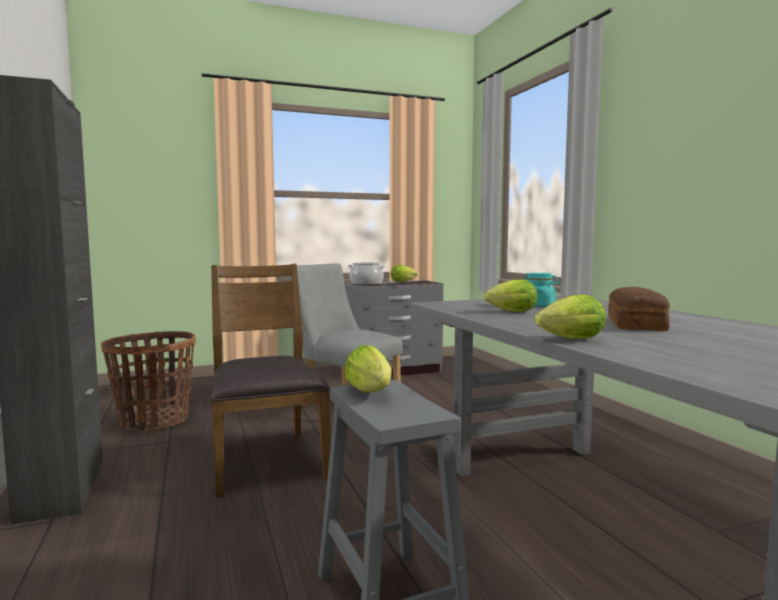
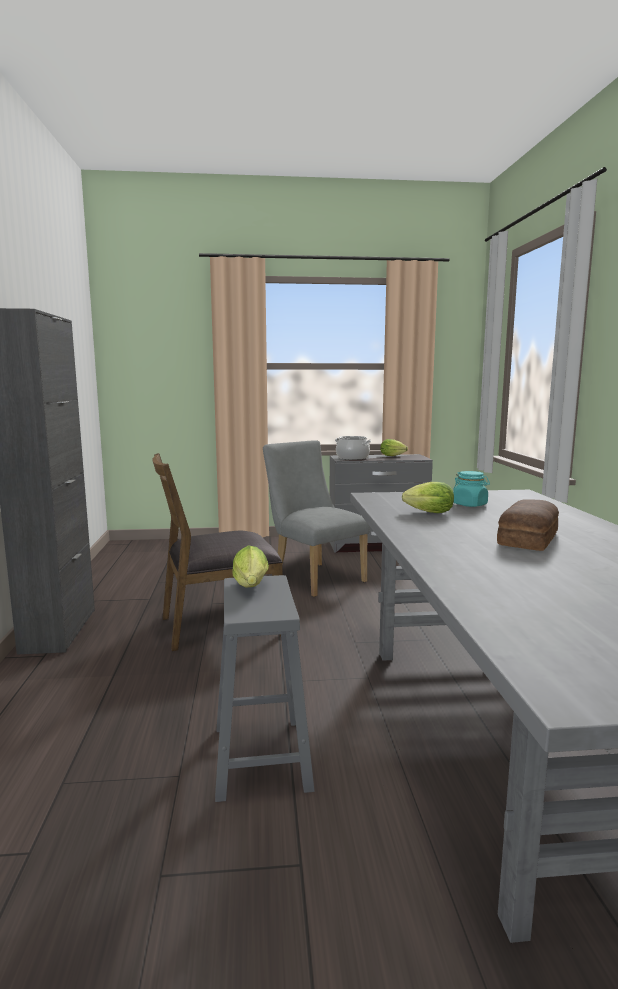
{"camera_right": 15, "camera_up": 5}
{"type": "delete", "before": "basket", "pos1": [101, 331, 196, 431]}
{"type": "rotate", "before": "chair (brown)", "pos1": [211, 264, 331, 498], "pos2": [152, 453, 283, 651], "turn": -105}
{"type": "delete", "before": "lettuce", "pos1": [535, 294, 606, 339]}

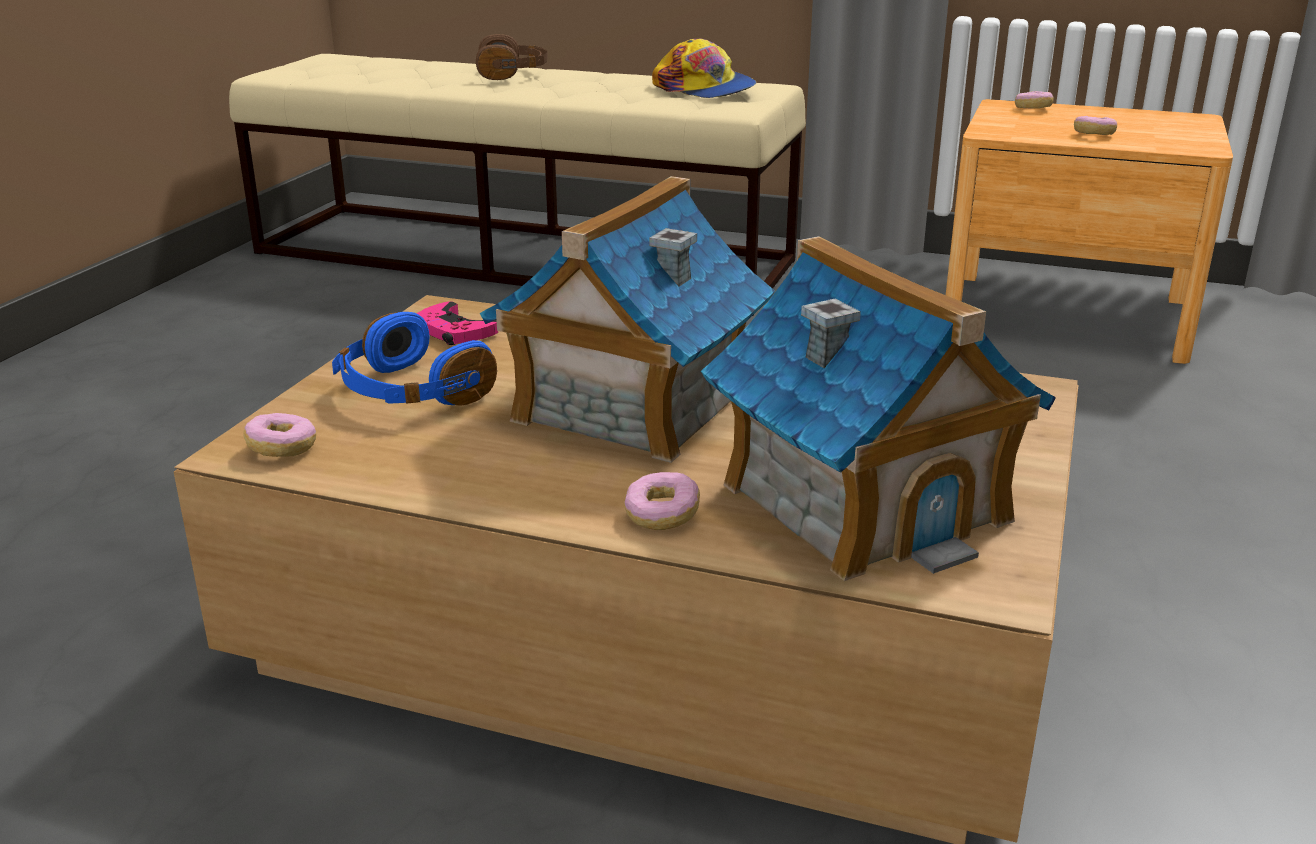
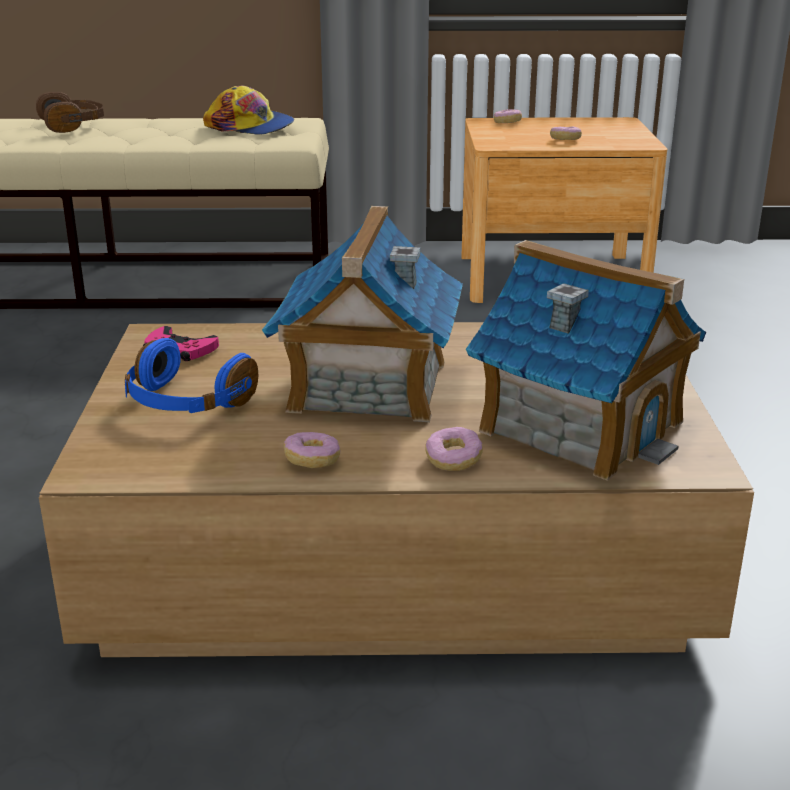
{"camera_right": -20, "camera_up": 0}
{"type": "move", "before": "donut", "pos1": [243, 413, 316, 457], "pos2": [284, 432, 341, 468]}

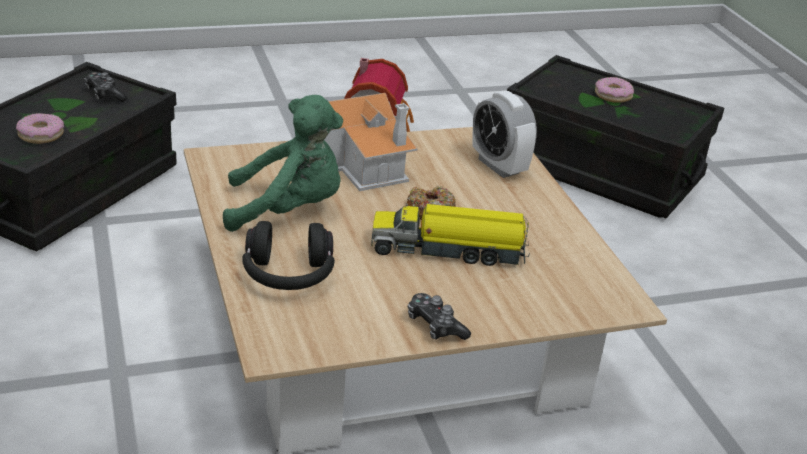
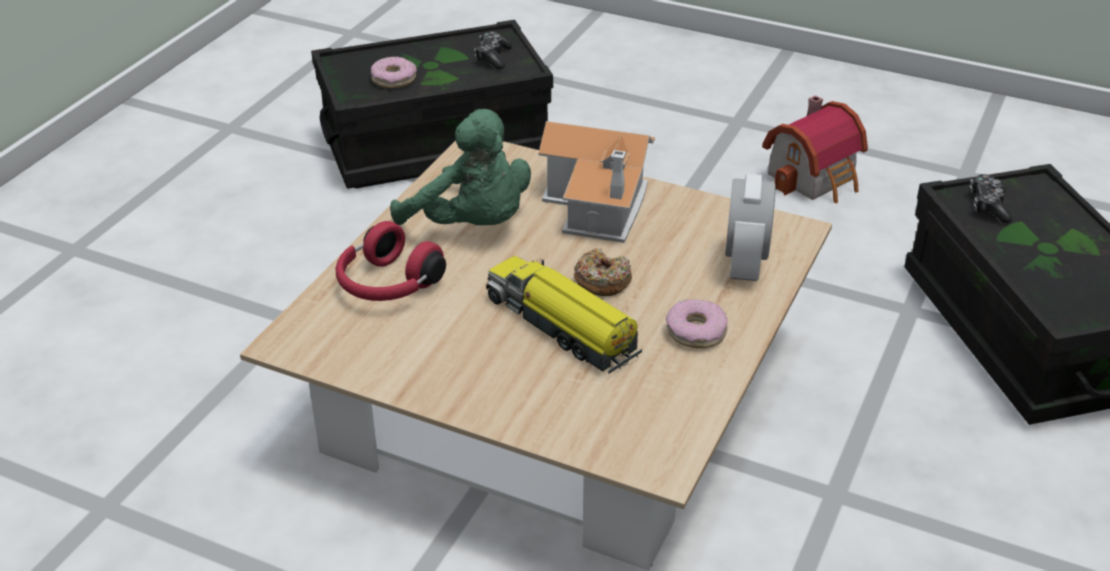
{"camera_right": 45, "camera_up": 5}
{"type": "recolor", "before": "headphones (black)", "after": "headphones (red)", "pos1": [242, 221, 335, 290], "pos2": [336, 221, 446, 301]}
{"type": "move", "before": "game controller", "pos1": [408, 293, 471, 340], "pos2": [970, 174, 1013, 223]}
{"type": "move", "before": "donut", "pos1": [595, 77, 634, 103], "pos2": [666, 299, 728, 348]}

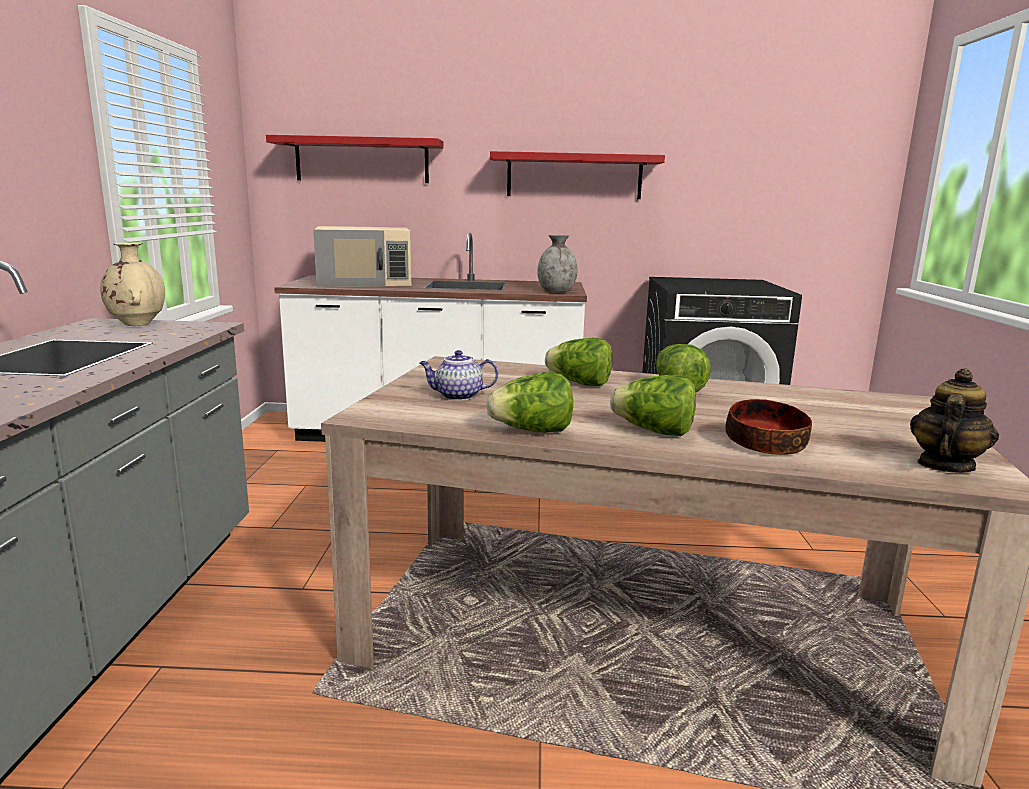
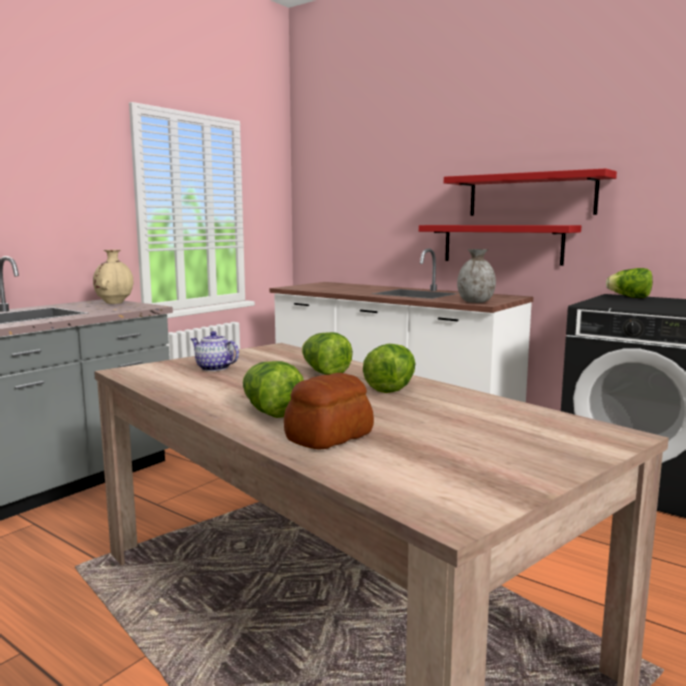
{"camera_right": 35, "camera_up": -5}
{"type": "move", "before": "shelf (red)", "pos1": [266, 135, 443, 183], "pos2": [419, 225, 581, 266]}
{"type": "delete", "before": "microwave (beige)", "pos1": [313, 226, 411, 287]}
{"type": "move", "before": "lettuce", "pos1": [486, 372, 573, 433], "pos2": [606, 268, 653, 298]}
{"type": "replace", "before": "bowl", "after": "bread", "pos1": [725, 399, 812, 455], "pos2": [284, 373, 374, 449]}
{"type": "delete", "before": "teapot", "pos1": [910, 368, 999, 473]}

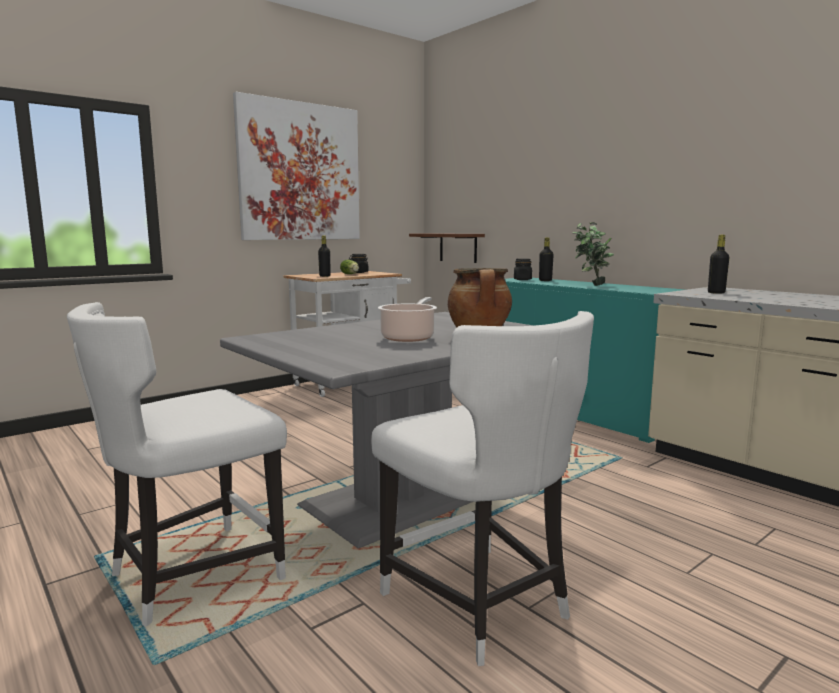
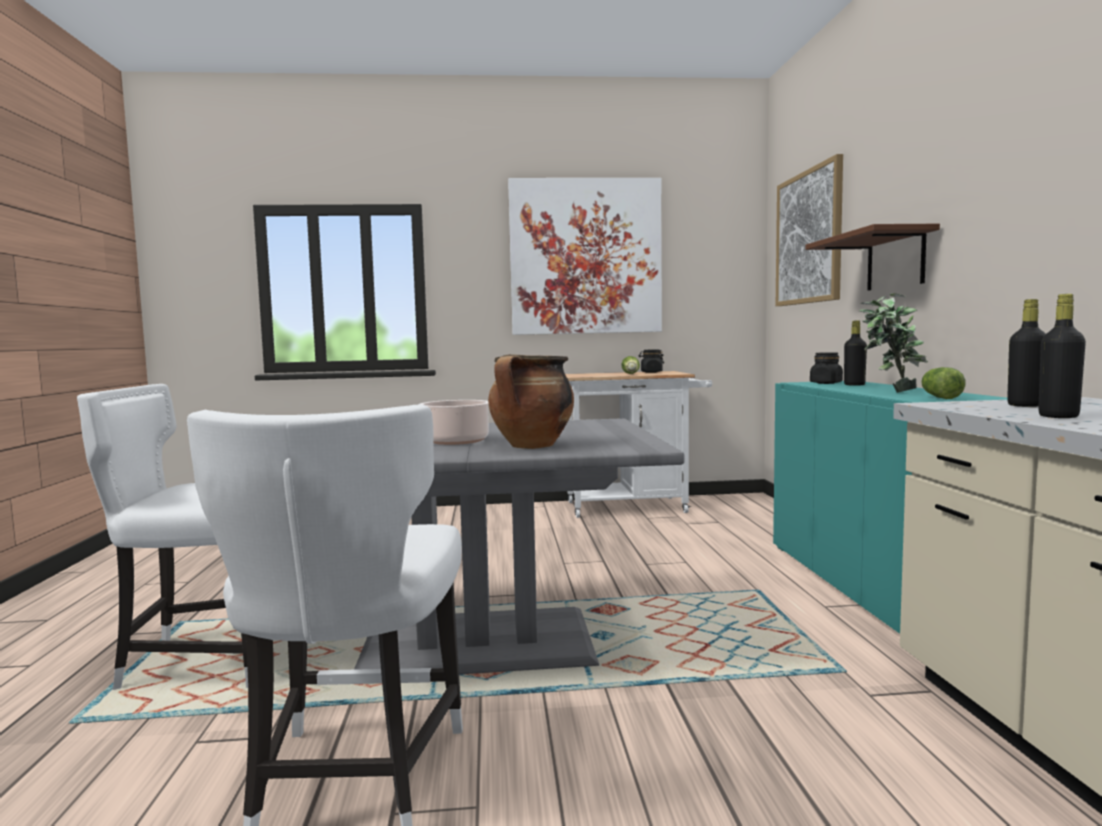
{"camera_right": 35, "camera_up": -5}
{"type": "move", "before": "bottle (black)", "pos1": [318, 235, 331, 277], "pos2": [1038, 294, 1086, 418]}
{"type": "move", "before": "shelf (brown)", "pos1": [409, 233, 485, 263], "pos2": [805, 224, 940, 291]}
{"type": "insert", "after": "picture", "pos2": [776, 154, 843, 306]}
{"type": "insert", "after": "lettuce", "pos2": [921, 367, 965, 399]}

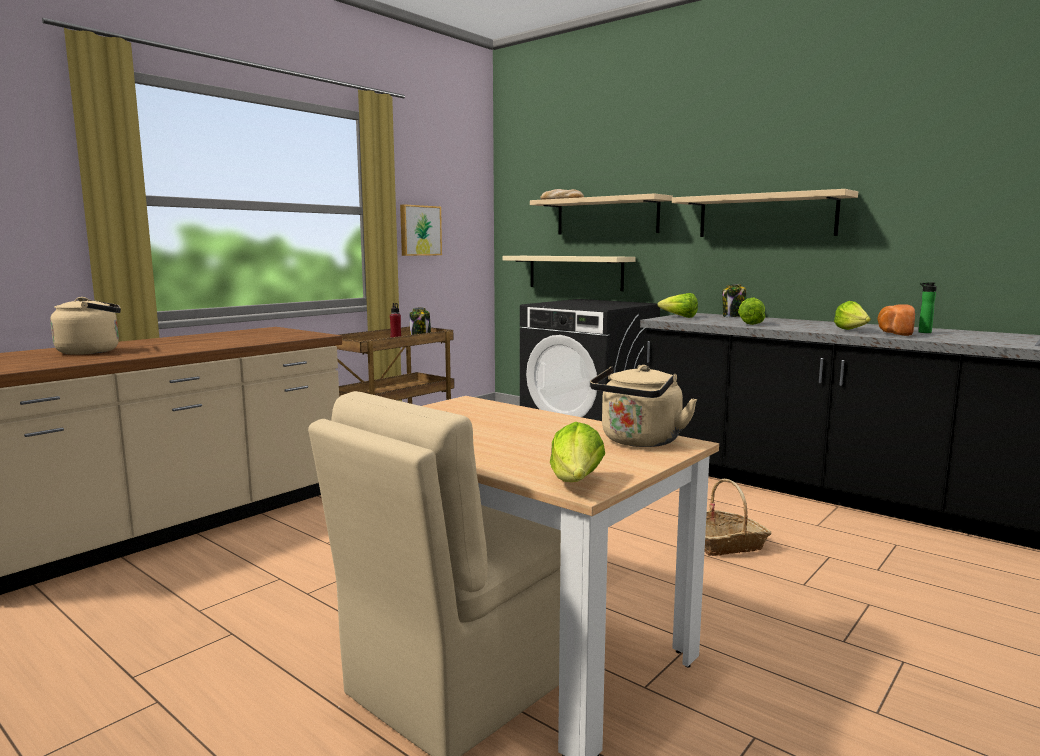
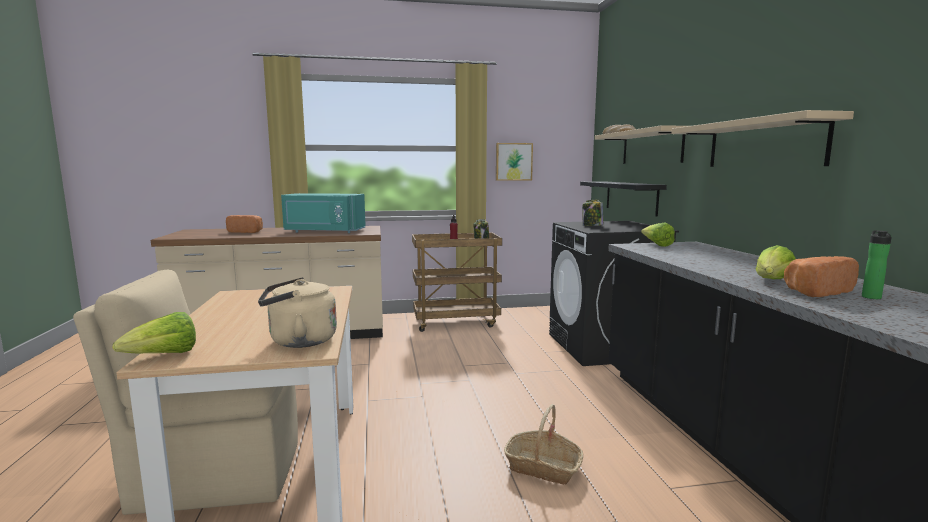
{"camera_right": 40, "camera_up": 0}
{"type": "replace", "before": "kettle (beige)", "after": "bread", "pos1": [50, 297, 121, 355], "pos2": [226, 215, 263, 233]}
{"type": "recolor", "before": "shelf (beige)", "after": "shelf (black)", "pos1": [502, 256, 636, 291], "pos2": [580, 181, 667, 216]}
{"type": "move", "before": "jar", "pos1": [722, 284, 747, 317], "pos2": [582, 200, 603, 226]}
{"type": "delete", "before": "lettuce", "pos1": [738, 298, 765, 325]}
{"type": "insert", "after": "microwave (turquoise)", "pos2": [281, 193, 366, 233]}

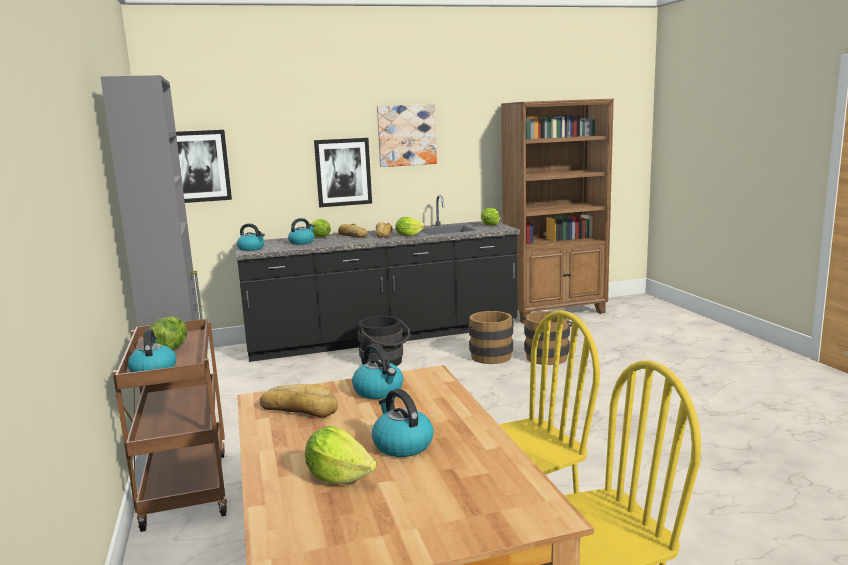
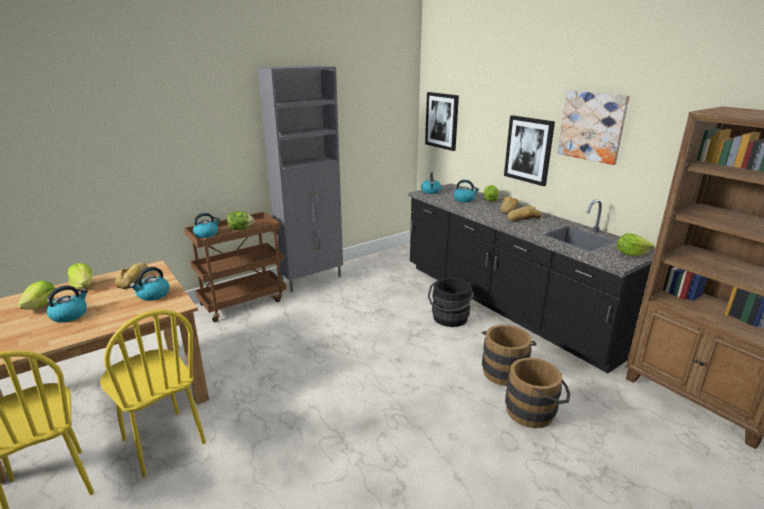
{"camera_right": 70, "camera_up": 10}
{"type": "move", "before": "lettuce", "pos1": [395, 217, 425, 236], "pos2": [68, 263, 93, 289]}

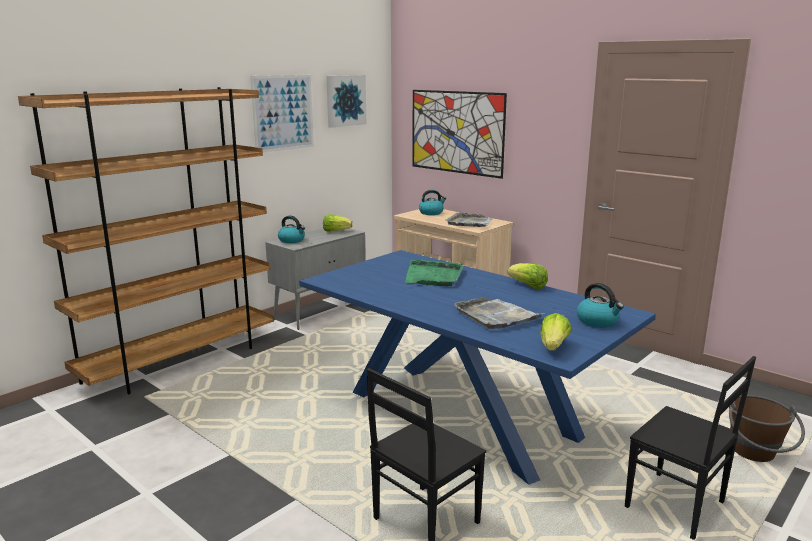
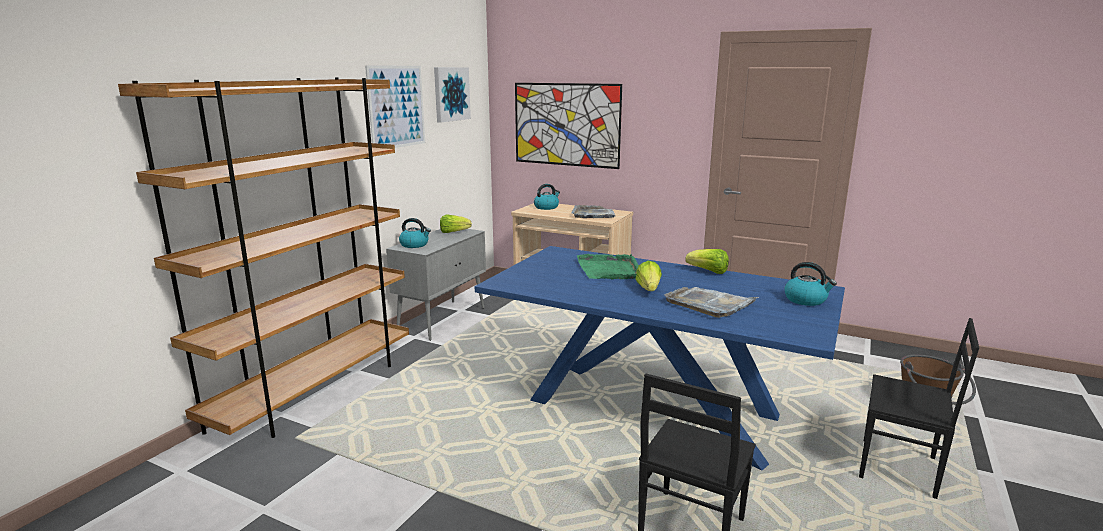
{"camera_right": -15, "camera_up": 0}
{"type": "move", "before": "lettuce", "pos1": [540, 313, 571, 351], "pos2": [636, 261, 662, 291]}

